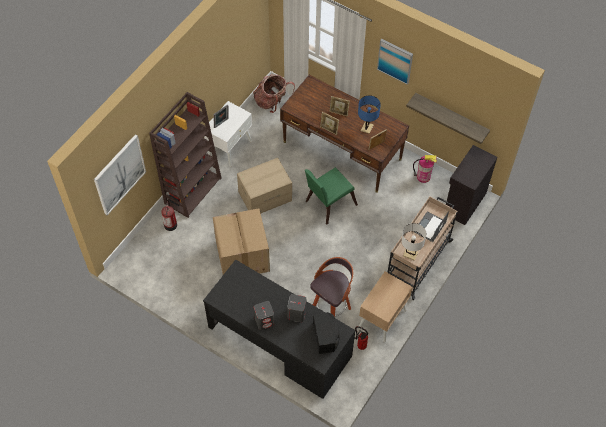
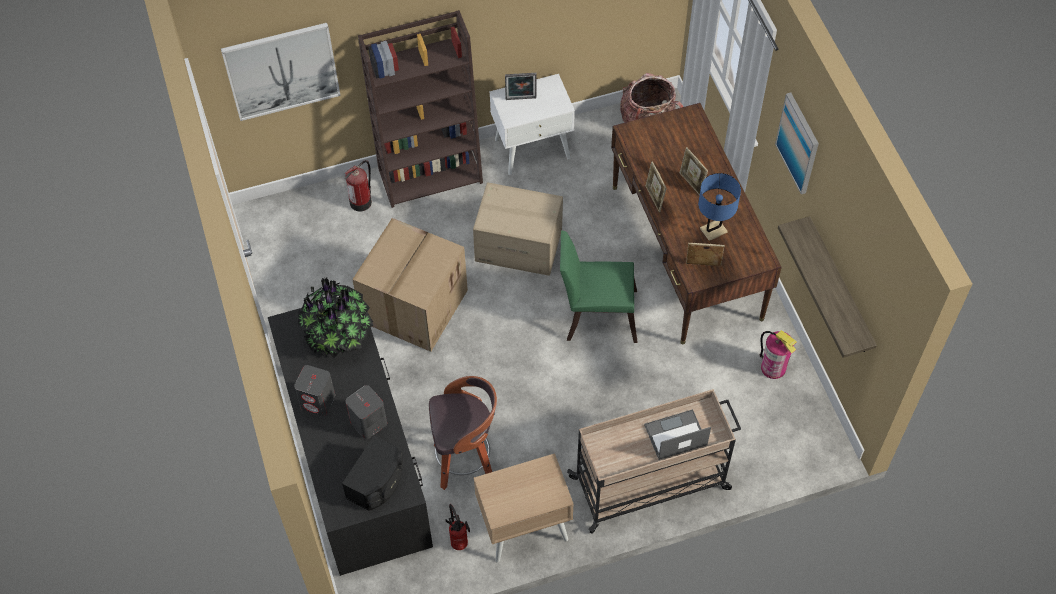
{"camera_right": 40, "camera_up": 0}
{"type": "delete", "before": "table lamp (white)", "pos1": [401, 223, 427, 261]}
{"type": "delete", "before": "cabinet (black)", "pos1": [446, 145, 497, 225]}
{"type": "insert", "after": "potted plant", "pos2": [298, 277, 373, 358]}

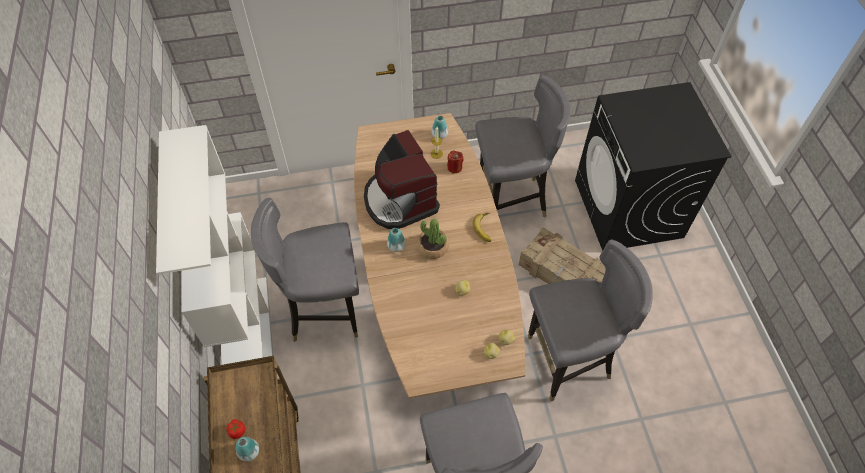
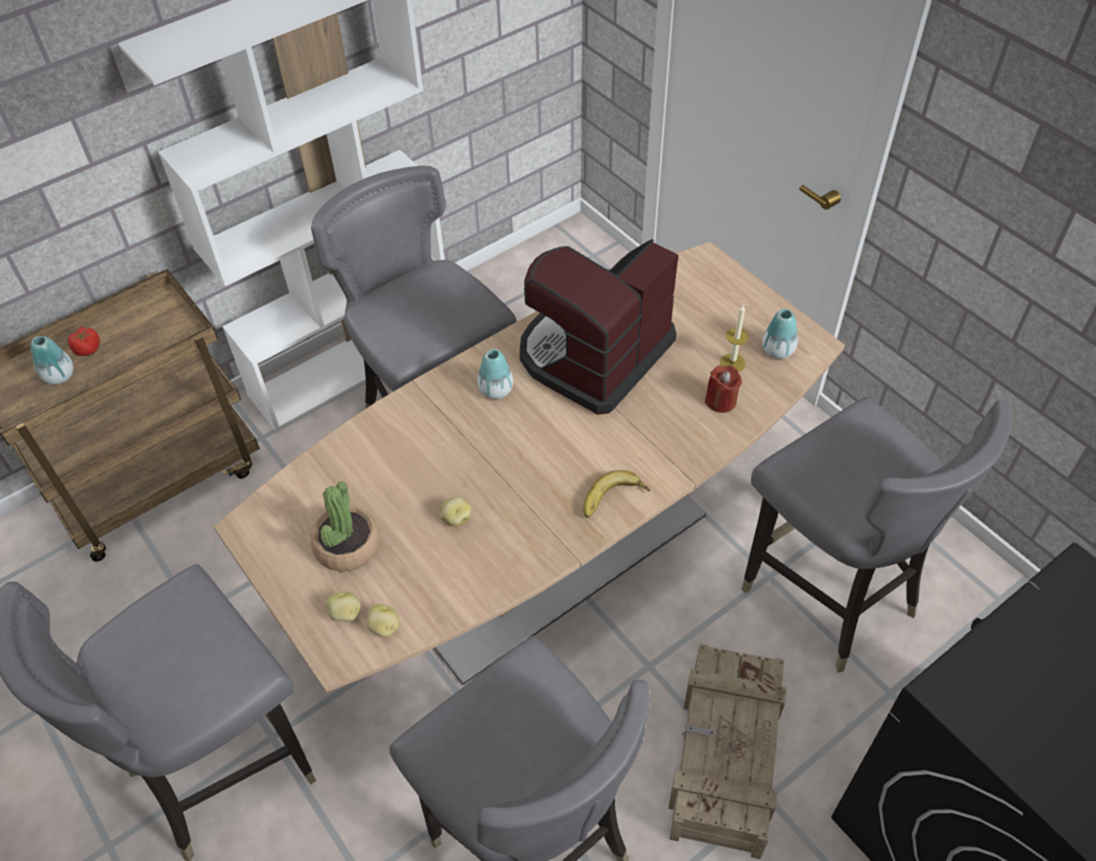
{"camera_right": 65, "camera_up": -5}
{"type": "move", "before": "potted plant", "pos1": [417, 219, 449, 259], "pos2": [311, 481, 380, 571]}

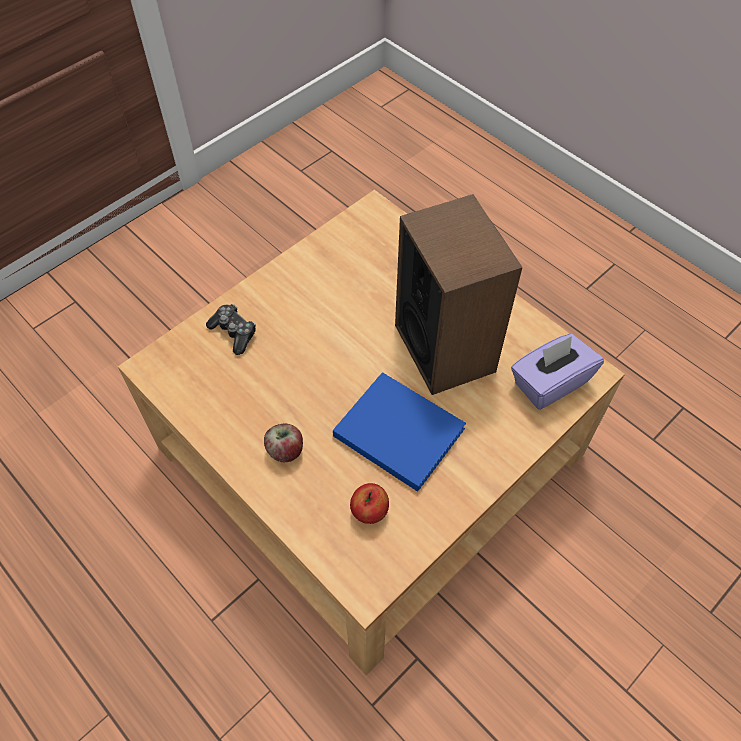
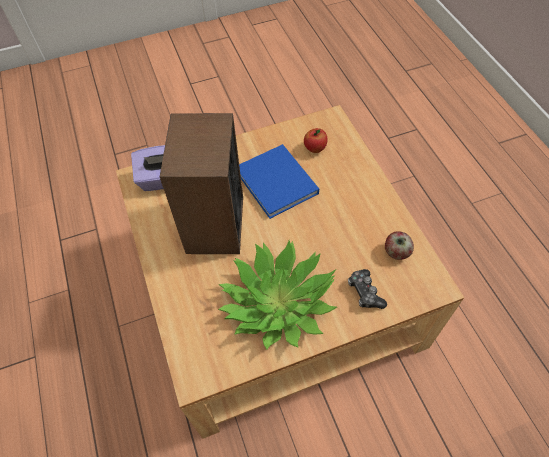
{"camera_right": -155, "camera_up": 0}
{"type": "move", "before": "apple", "pos1": [264, 424, 303, 462], "pos2": [385, 231, 414, 260]}
{"type": "insert", "after": "potted plant", "pos2": [218, 240, 337, 350]}

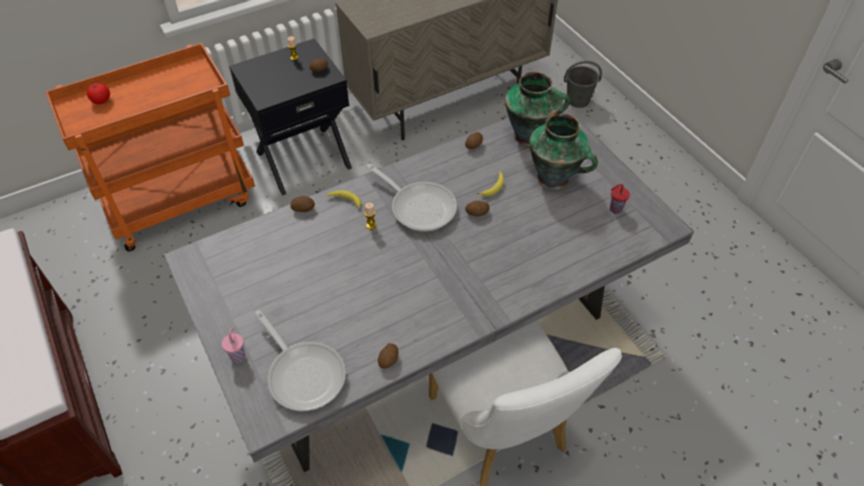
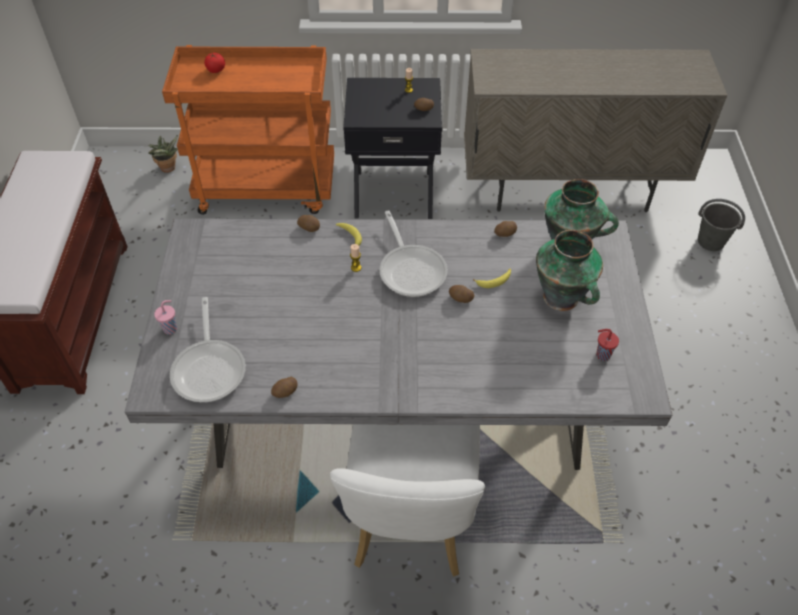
{"camera_right": 30, "camera_up": 0}
{"type": "insert", "after": "potted plant", "pos2": [148, 135, 178, 173]}

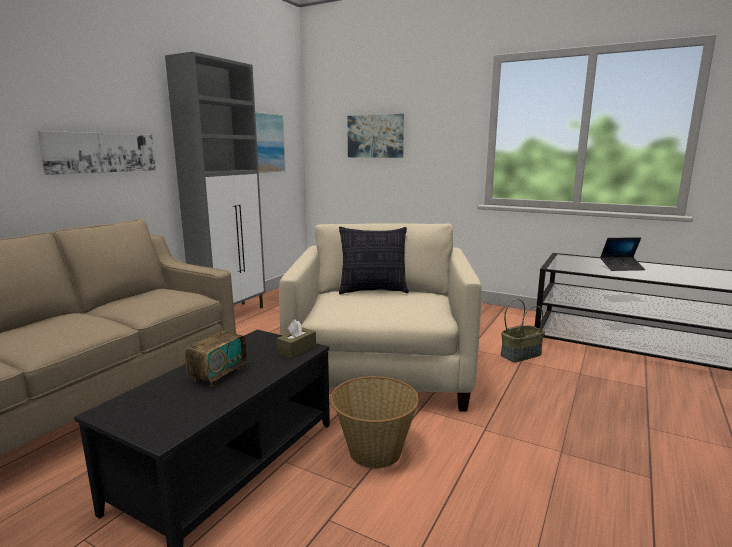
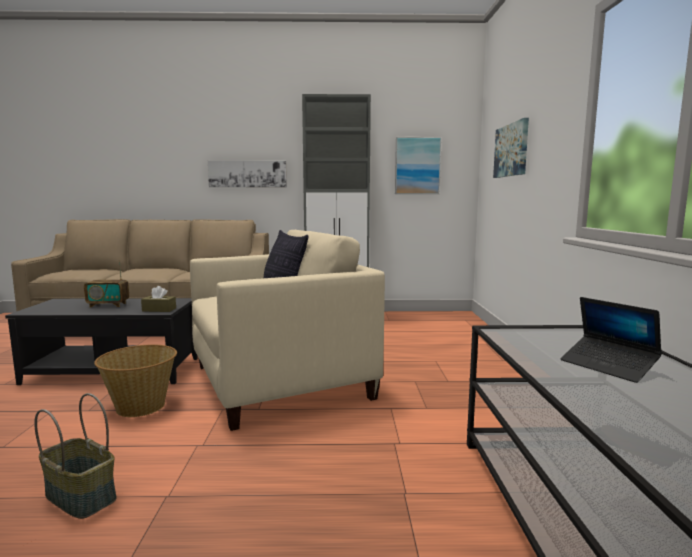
{"camera_right": 60, "camera_up": -5}
{"type": "move", "before": "basket", "pos1": [501, 299, 545, 362], "pos2": [34, 393, 117, 519]}

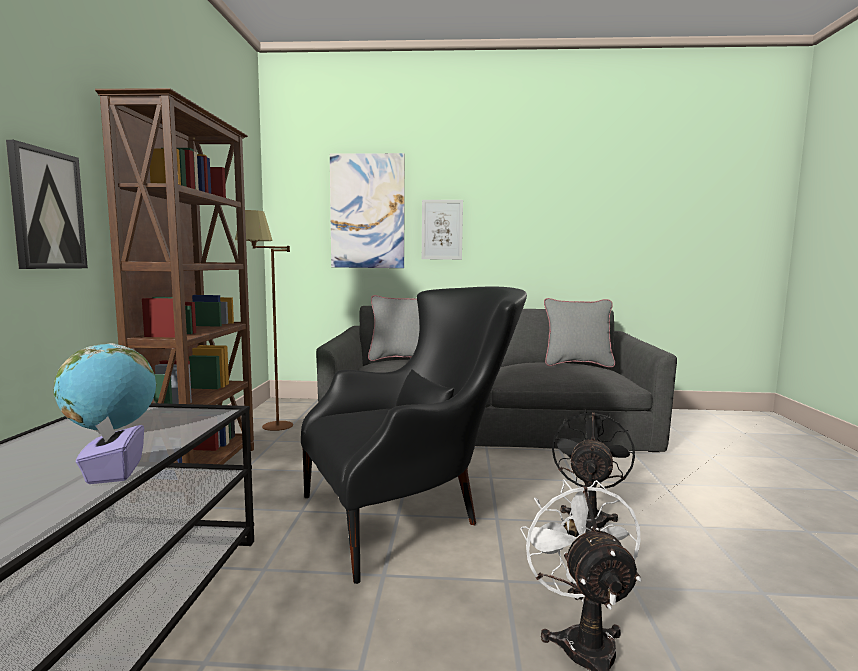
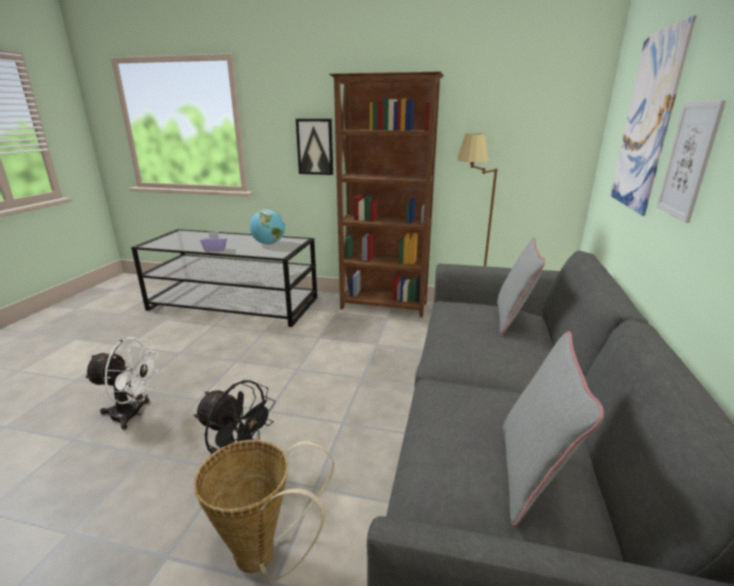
{"camera_right": 100, "camera_up": 15}
{"type": "delete", "before": "armchair (black)", "pos1": [301, 287, 527, 584]}
{"type": "insert", "after": "basket", "pos2": [194, 440, 334, 581]}

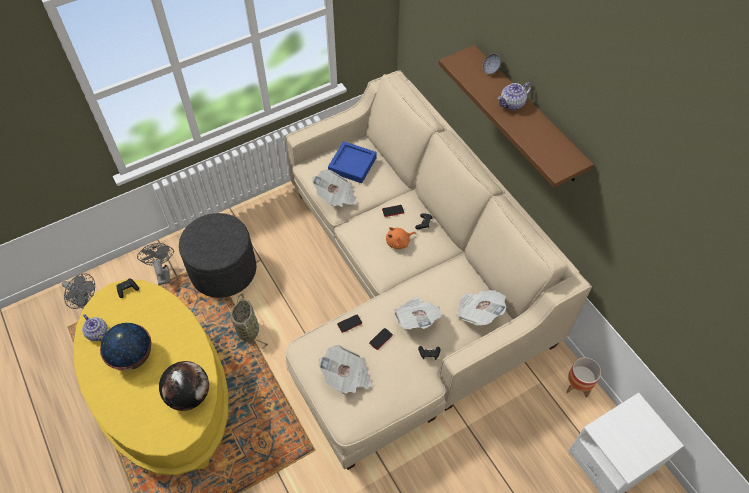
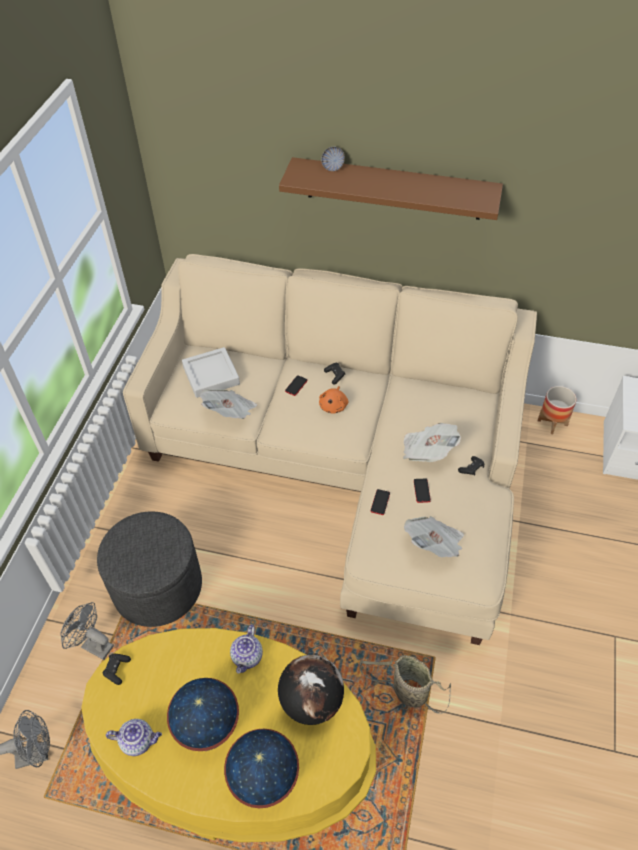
{"camera_right": -45, "camera_up": -5}
{"type": "move", "before": "basket", "pos1": [230, 294, 269, 355], "pos2": [359, 655, 451, 714]}
{"type": "recolor", "before": "tray (blue)", "after": "tray (grey)", "pos1": [328, 141, 377, 183], "pos2": [182, 347, 240, 398]}
{"type": "delete", "before": "newspaper", "pos1": [456, 290, 506, 325]}
{"type": "move", "before": "teapot", "pos1": [498, 82, 532, 110], "pos2": [230, 624, 263, 674]}
{"type": "insert", "after": "globe", "pos2": [224, 729, 299, 808]}

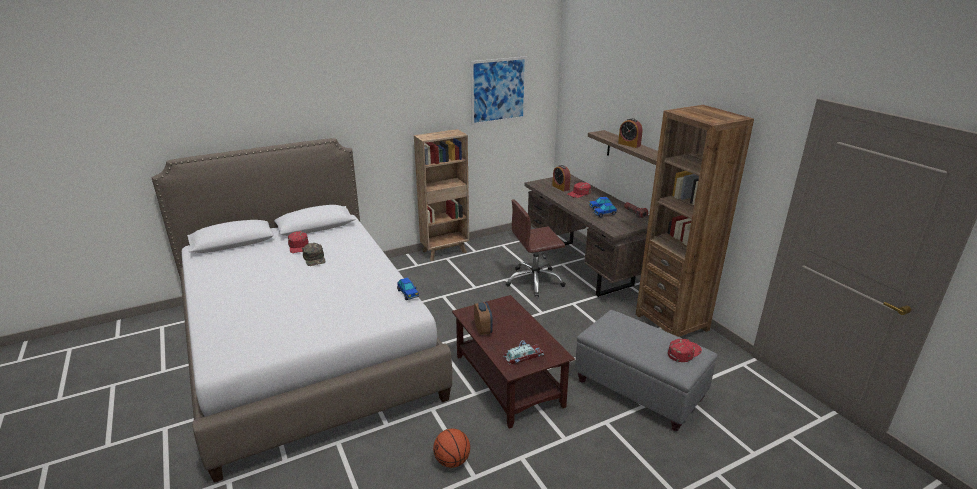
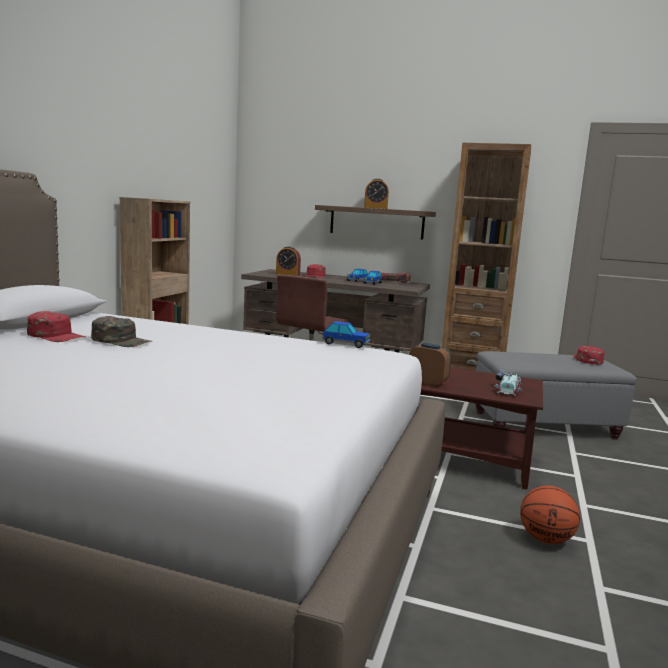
{"camera_right": -45, "camera_up": -15}
{"type": "delete", "before": "picture", "pos1": [471, 56, 527, 126]}

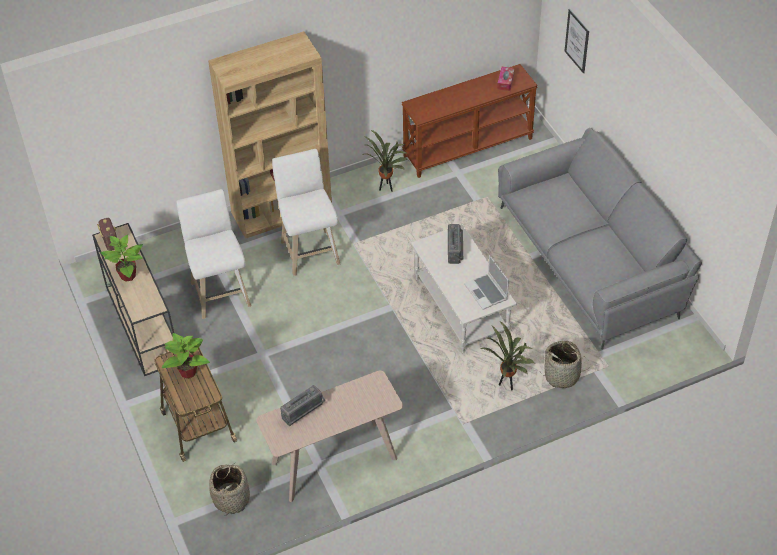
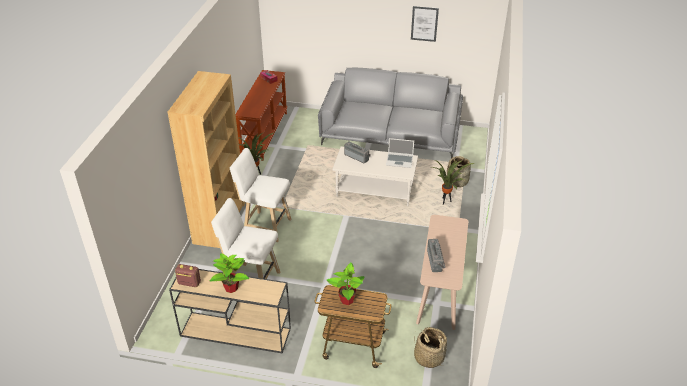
{"camera_right": -55, "camera_up": -10}
{"type": "move", "before": "picture", "pos1": [565, 9, 589, 73], "pos2": [411, 6, 439, 42]}

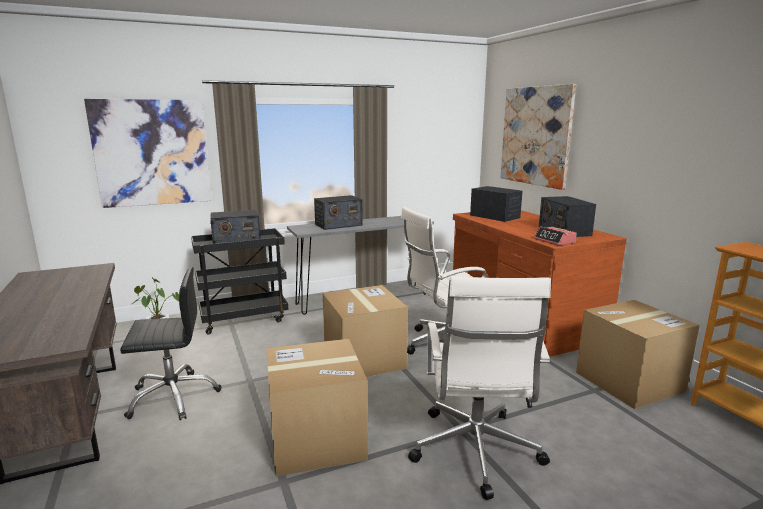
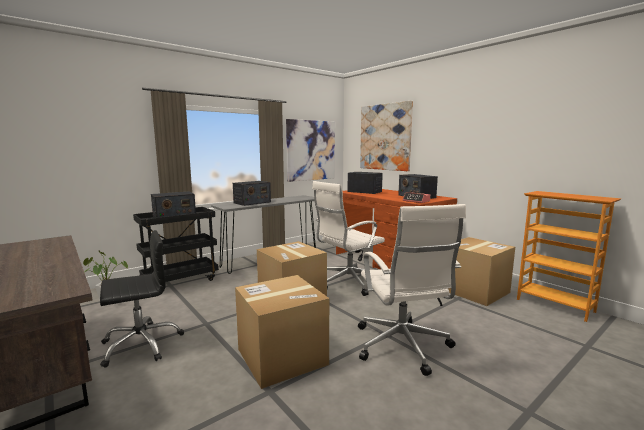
{"camera_right": -15, "camera_up": -5}
{"type": "move", "before": "picture", "pos1": [84, 99, 212, 208], "pos2": [286, 119, 335, 182]}

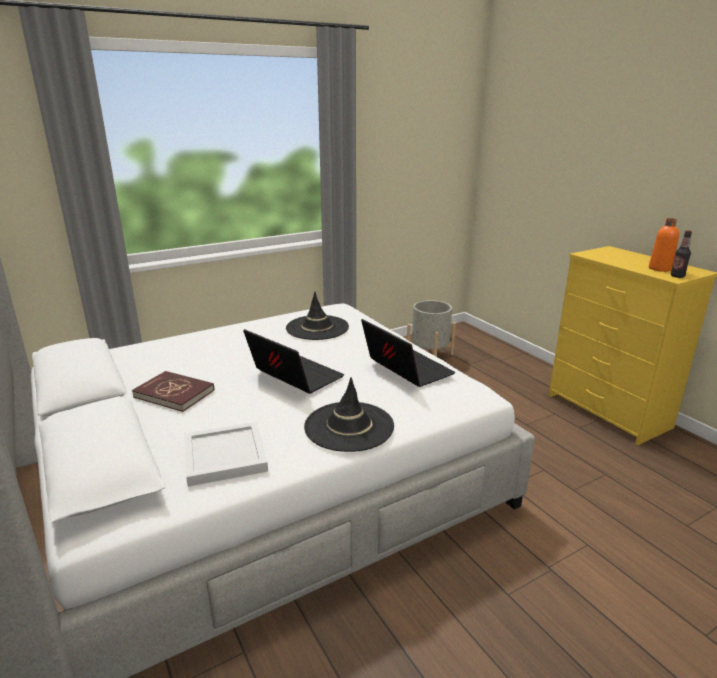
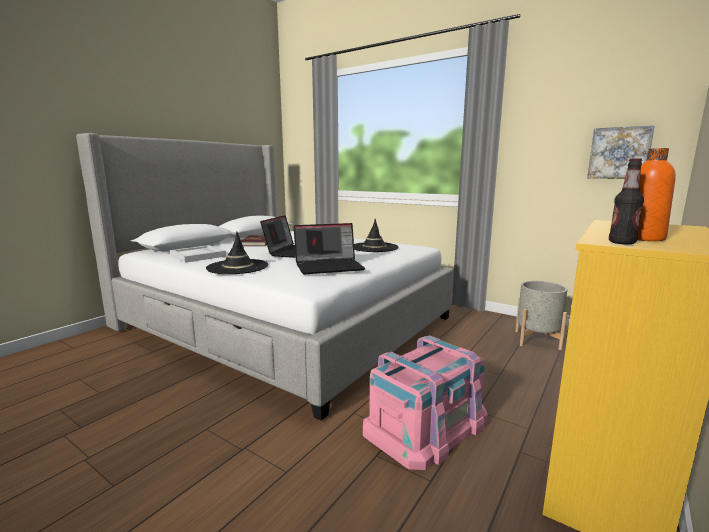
{"camera_right": 65, "camera_up": -10}
{"type": "rotate", "before": "laptop", "pos1": [361, 319, 455, 387], "pos2": [294, 223, 365, 274], "turn": 45}
{"type": "insert", "after": "storage box (pink)", "pos2": [363, 335, 488, 470]}
{"type": "insert", "after": "picture", "pos2": [587, 125, 655, 179]}

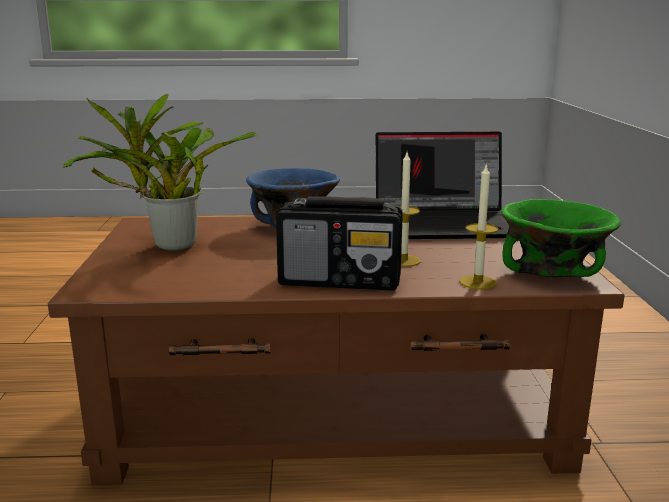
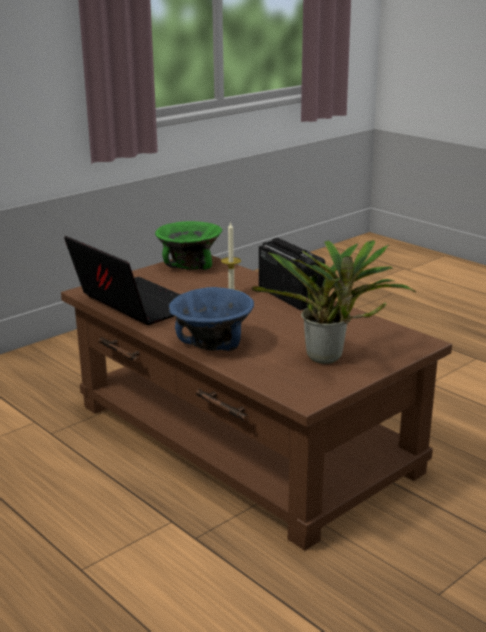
{"camera_right": -130, "camera_up": 5}
{"type": "delete", "before": "candle", "pos1": [459, 163, 499, 289]}

